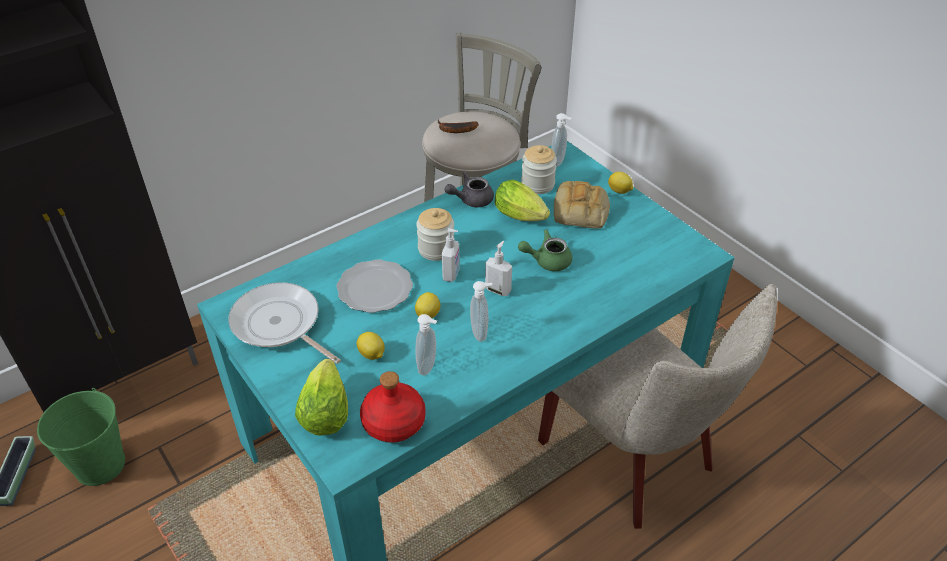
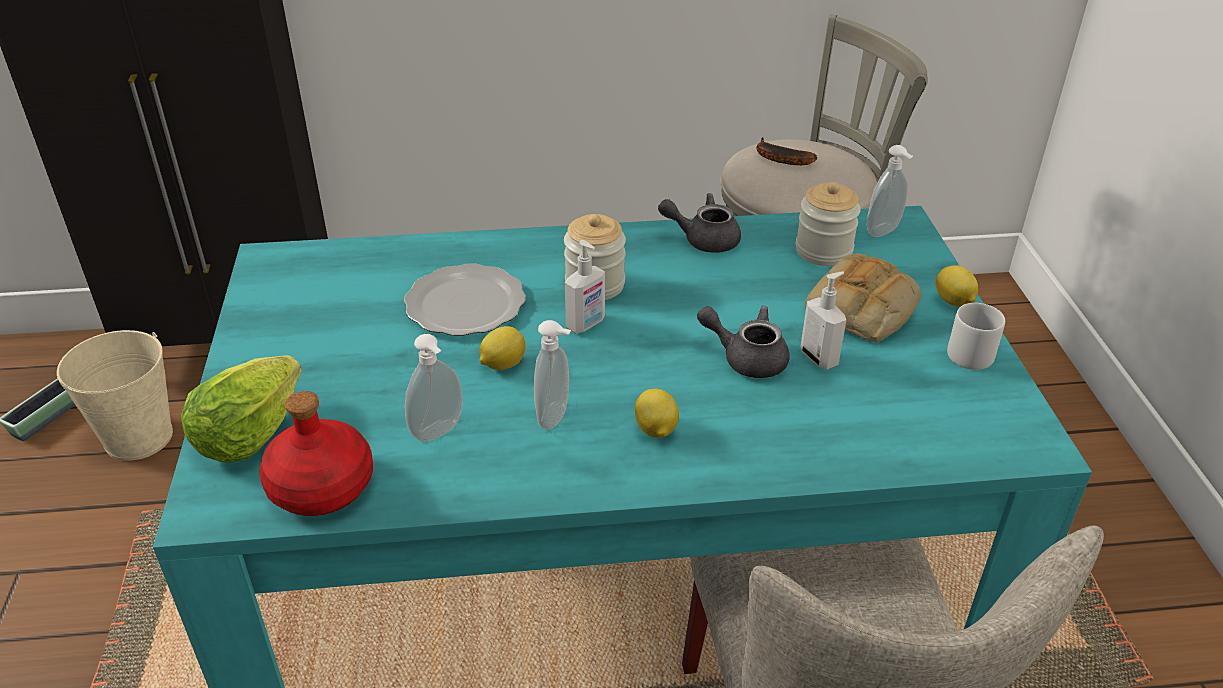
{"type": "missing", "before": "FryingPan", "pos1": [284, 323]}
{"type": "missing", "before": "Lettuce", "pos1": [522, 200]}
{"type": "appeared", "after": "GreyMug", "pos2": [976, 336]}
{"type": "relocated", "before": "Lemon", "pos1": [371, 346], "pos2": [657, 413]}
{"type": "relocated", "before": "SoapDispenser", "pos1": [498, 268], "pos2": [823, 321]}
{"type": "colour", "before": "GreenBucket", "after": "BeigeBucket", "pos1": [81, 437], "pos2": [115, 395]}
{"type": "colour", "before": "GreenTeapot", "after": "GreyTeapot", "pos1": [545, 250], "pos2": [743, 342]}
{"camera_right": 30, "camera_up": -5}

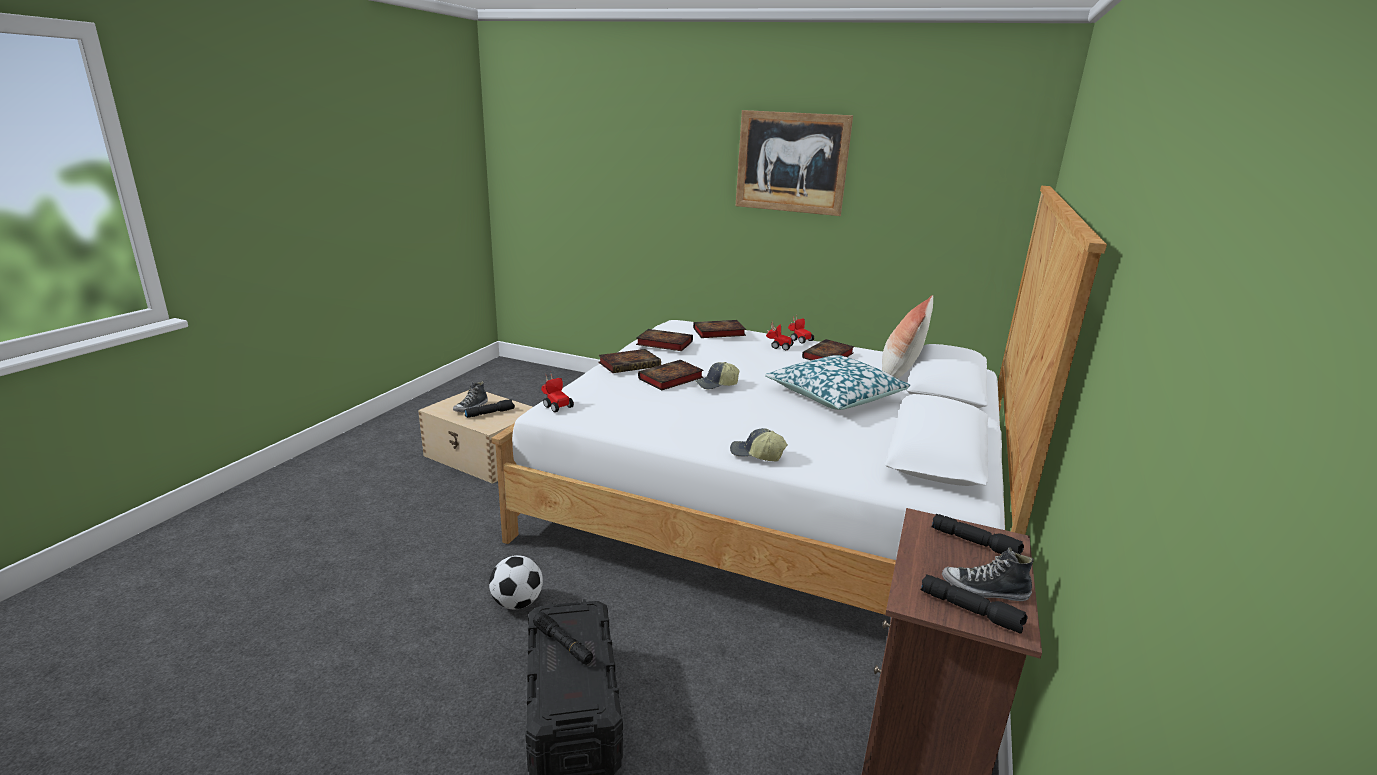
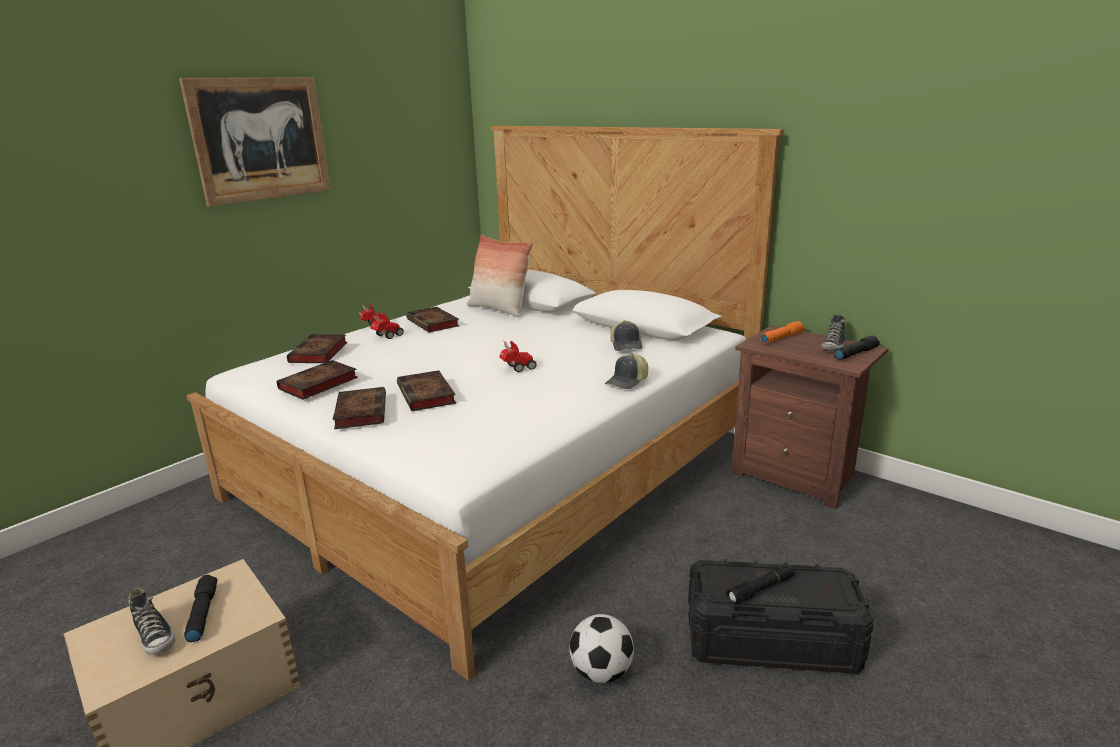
{"type": "missing", "before": "Pillow", "pos1": [837, 382]}
{"type": "relocated", "before": "ToyCar", "pos1": [557, 393], "pos2": [518, 356]}
{"type": "relocated", "before": "Cap", "pos1": [717, 376], "pos2": [626, 335]}
{"type": "colour", "before": "BlackFlashlight", "after": "OrangeFlashlight", "pos1": [977, 534], "pos2": [782, 332]}
{"camera_right": -70, "camera_up": 0}

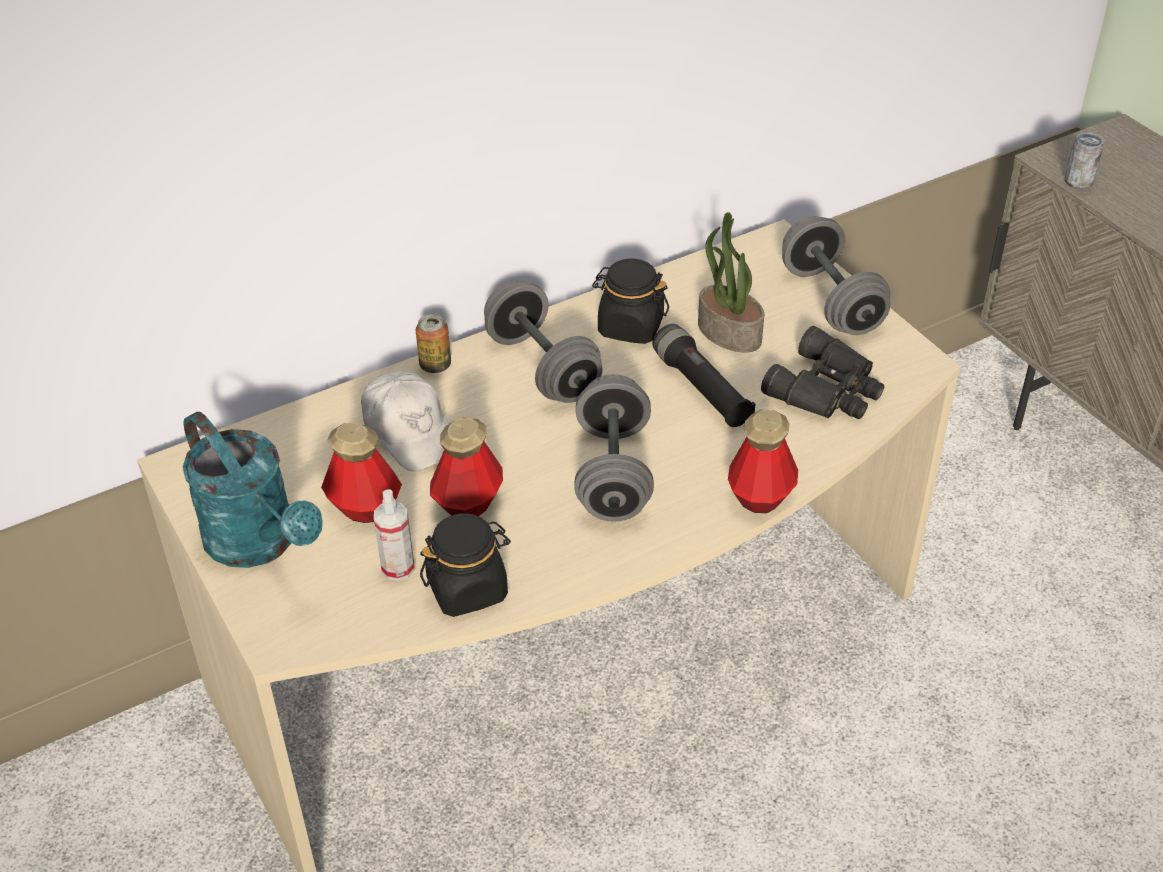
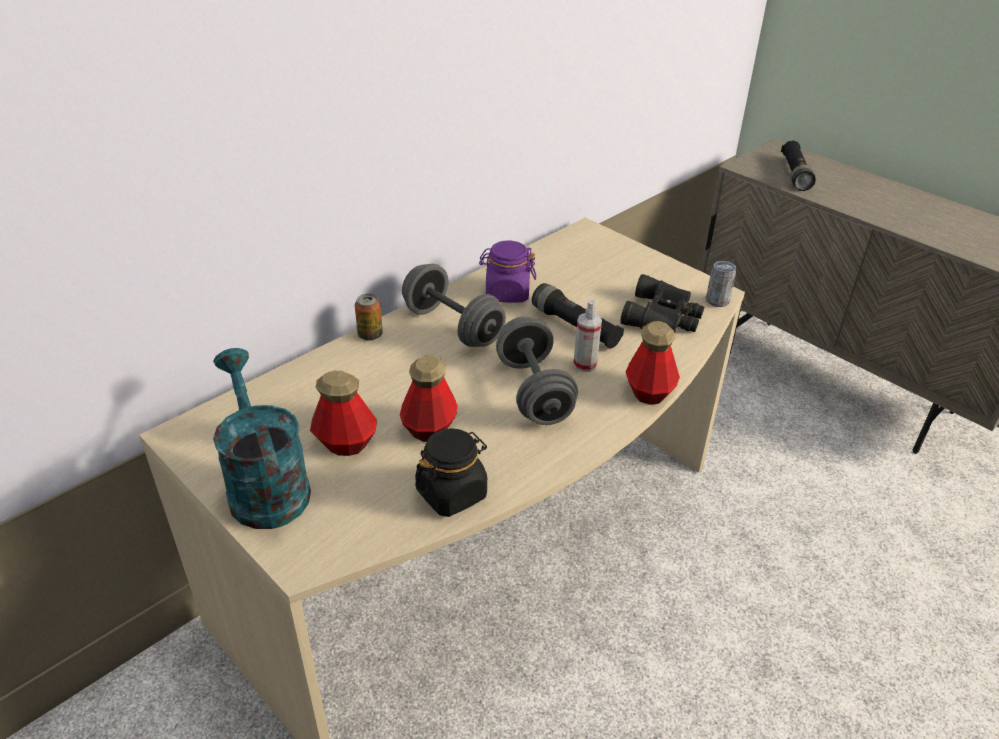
{"type": "missing", "before": "WhiteCap", "pos1": [405, 421]}
{"type": "missing", "before": "PottedPlant", "pos1": [731, 282]}
{"type": "missing", "before": "GreyDumbbell", "pos1": [836, 275]}
{"type": "appeared", "after": "BlackFlashlight", "pos2": [798, 166]}
{"type": "relocated", "before": "SprayBottle", "pos1": [394, 535], "pos2": [587, 336]}
{"type": "relocated", "before": "Can", "pos1": [1084, 161], "pos2": [721, 284]}
{"type": "colour", "before": "BlackJar", "after": "PurpleJar", "pos1": [630, 301], "pos2": [507, 271]}
{"type": "spun", "before": "TurquoiseWateringCan", "pos1": [253, 490], "pos2": [262, 438], "turn": -150}
{"camera_right": -15, "camera_up": -5}

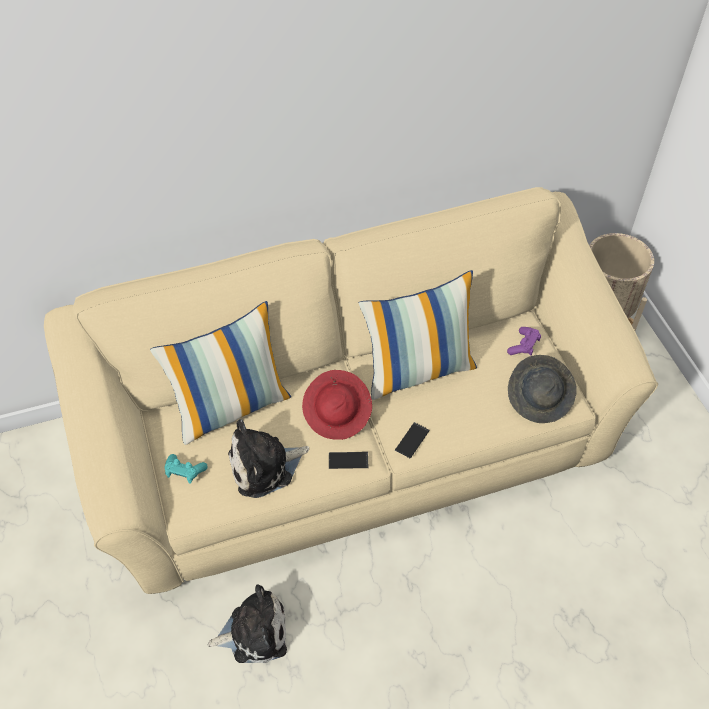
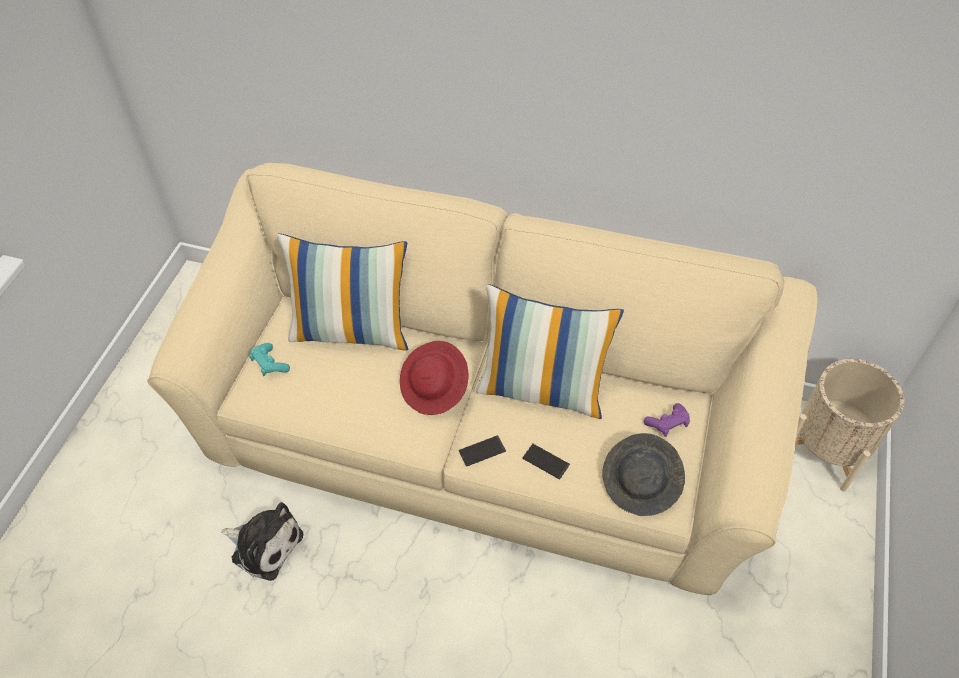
{"type": "missing", "before": "PlushToy", "pos1": [268, 458]}
{"type": "relocated", "before": "Phone", "pos1": [349, 460], "pos2": [546, 462]}
{"camera_right": 35, "camera_up": 0}

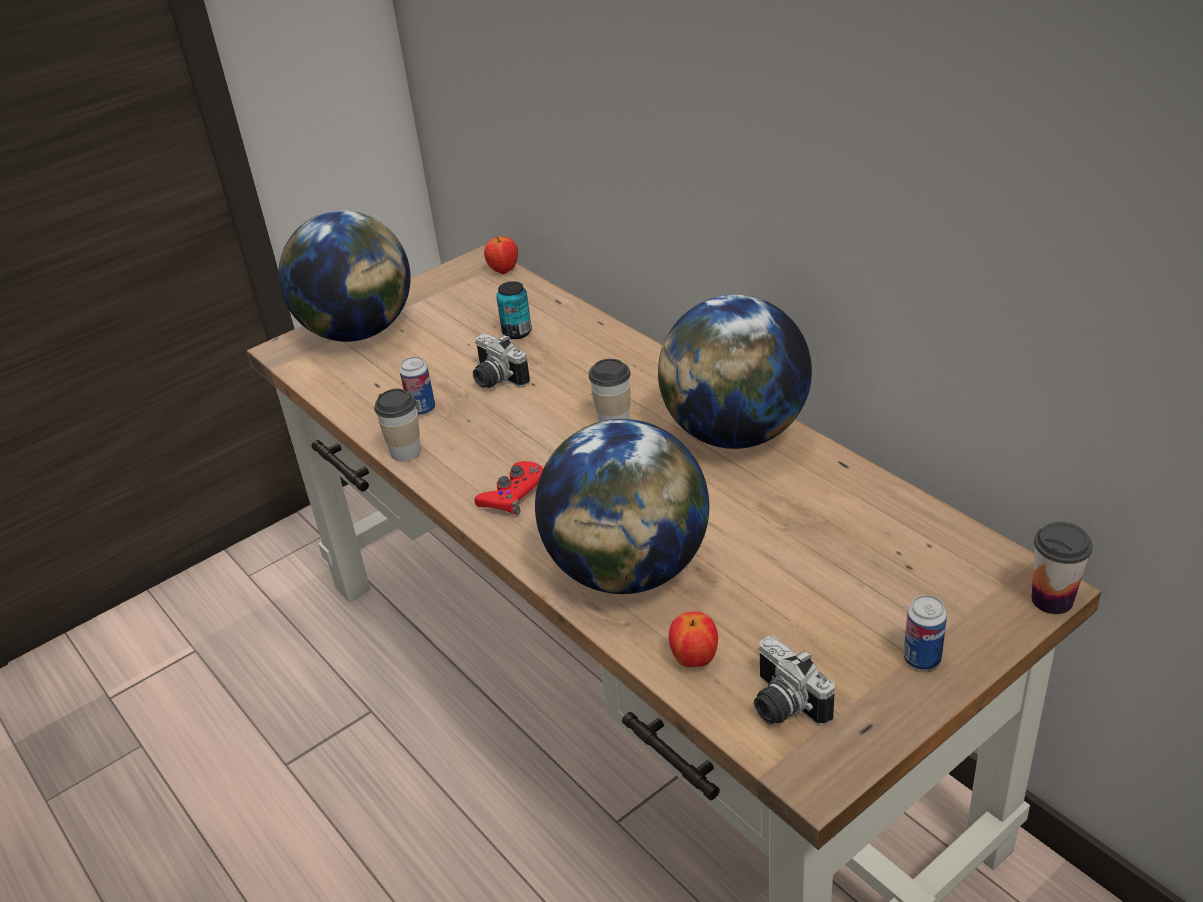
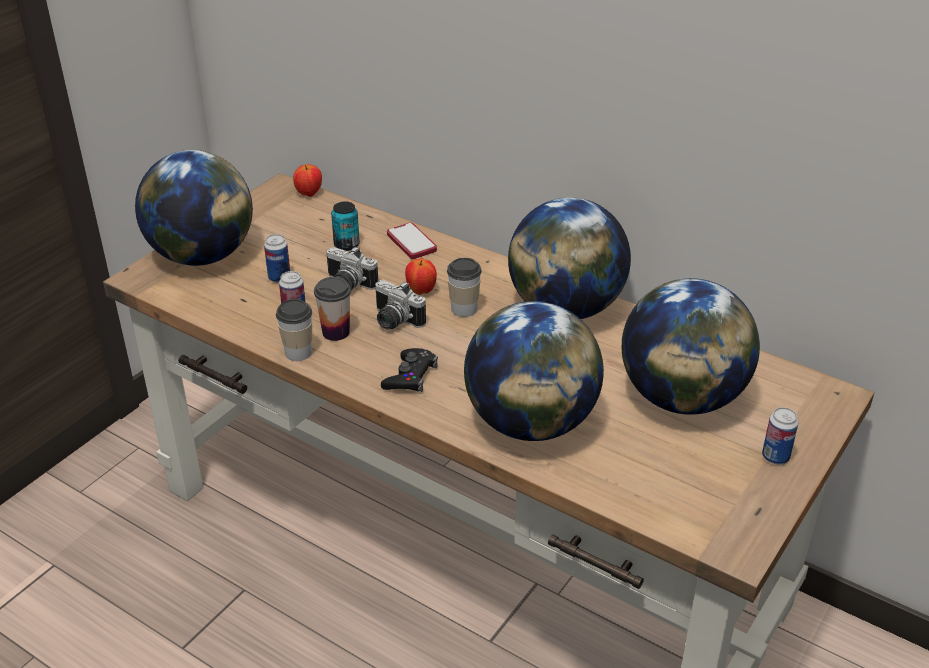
{"type": "appeared", "after": "Can", "pos2": [277, 258]}
{"type": "appeared", "after": "Phone", "pos2": [412, 241]}
{"type": "appeared", "after": "Globe", "pos2": [691, 346]}
{"type": "relocated", "before": "Apple", "pos1": [693, 639], "pos2": [421, 276]}
{"type": "relocated", "before": "PhotoCamera", "pos1": [794, 680], "pos2": [400, 305]}
{"type": "relocated", "before": "Cup", "pos1": [1062, 568], "pos2": [332, 309]}
{"type": "colour", "before": "RedGameController", "after": "BlackGameController", "pos1": [508, 488], "pos2": [409, 370]}
{"camera_right": -20, "camera_up": 0}

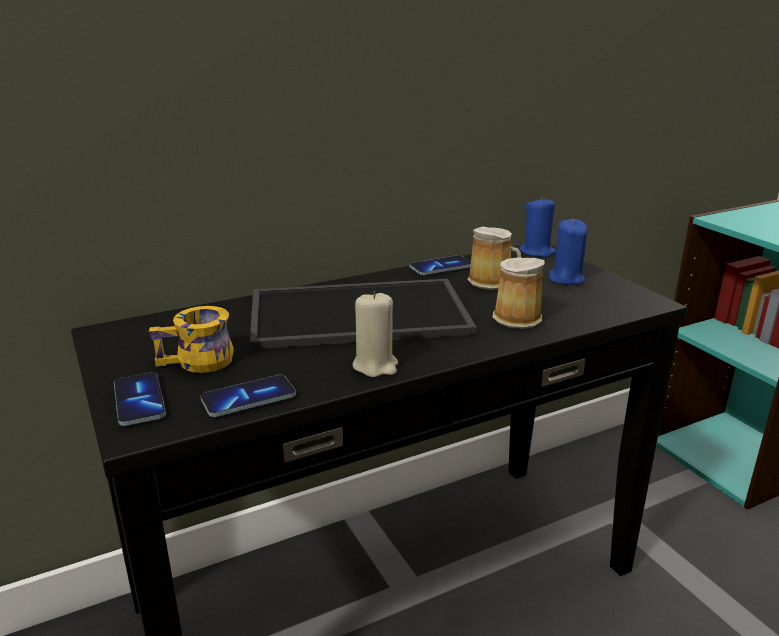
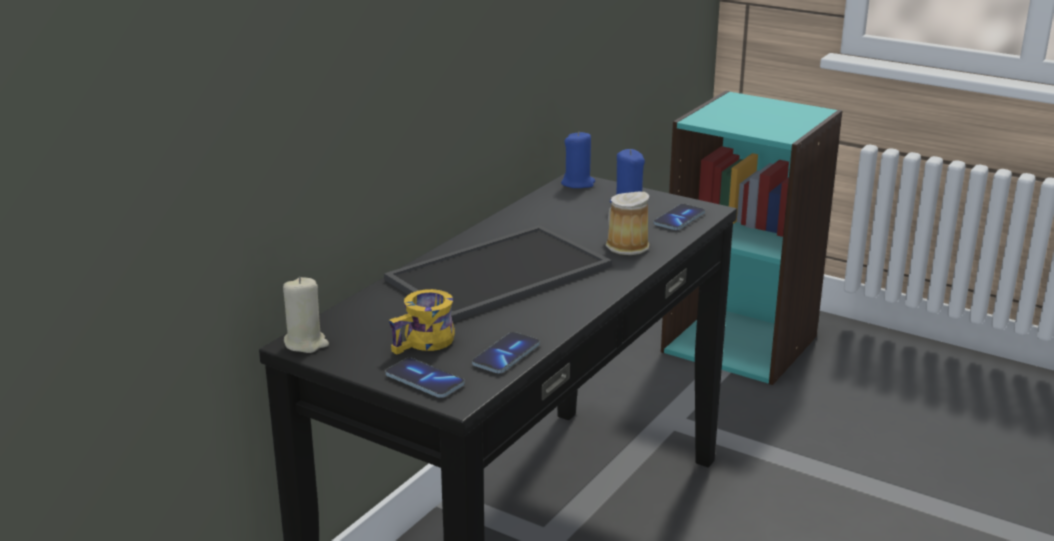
{"type": "missing", "before": "Mug", "pos1": [494, 258]}
{"type": "relocated", "before": "BeigeCandle", "pos1": [375, 334], "pos2": [306, 315]}
{"type": "relocated", "before": "Phone", "pos1": [440, 265], "pos2": [679, 217]}
{"camera_right": -30, "camera_up": 0}

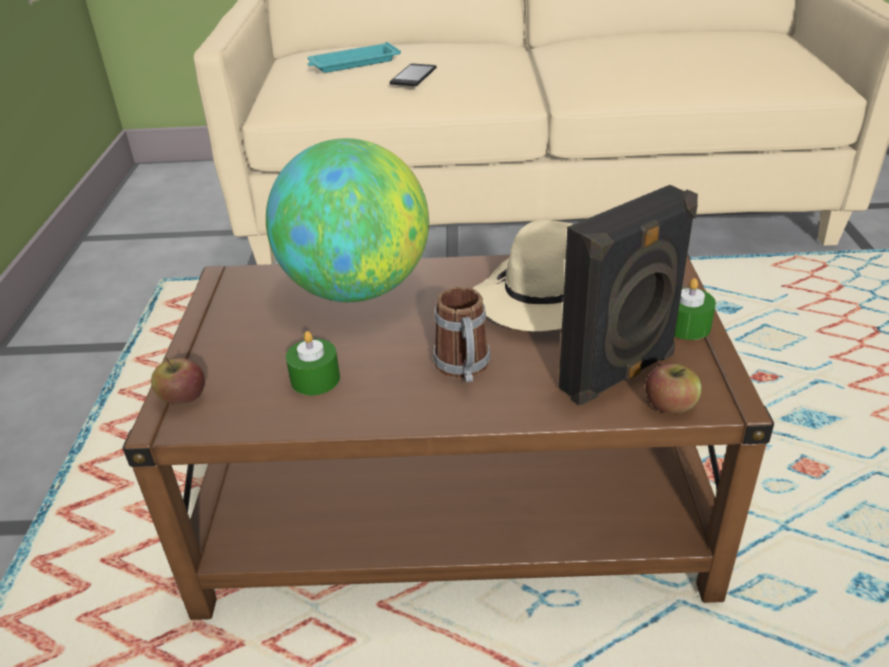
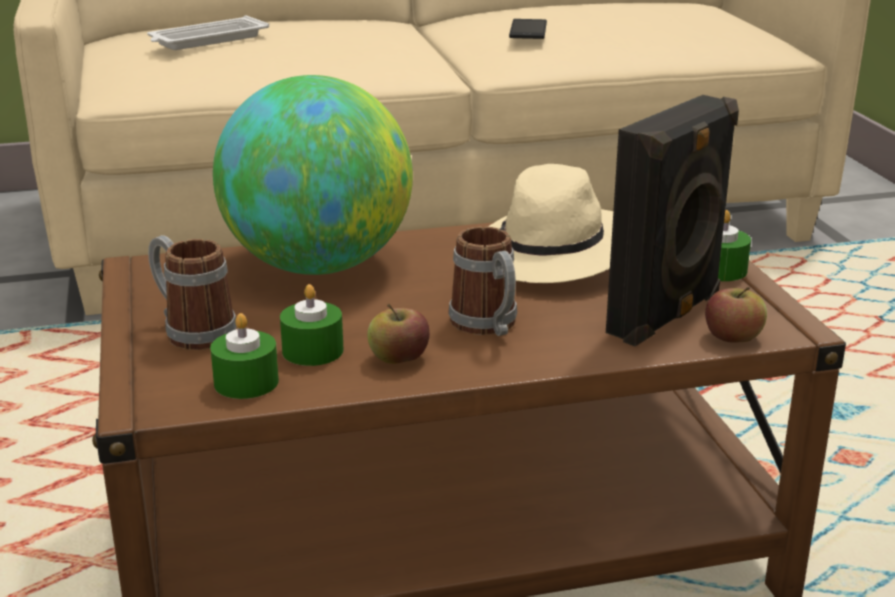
{"type": "appeared", "after": "Mug", "pos2": [192, 292]}
{"type": "appeared", "after": "GreenCandle", "pos2": [244, 356]}
{"type": "relocated", "before": "Apple", "pos1": [178, 380], "pos2": [398, 334]}
{"type": "relocated", "before": "Phone", "pos1": [413, 75], "pos2": [528, 29]}
{"type": "colour", "before": "TurquoiseTray", "after": "WhiteTray", "pos1": [354, 57], "pos2": [208, 32]}
{"camera_right": -15, "camera_up": -10}

